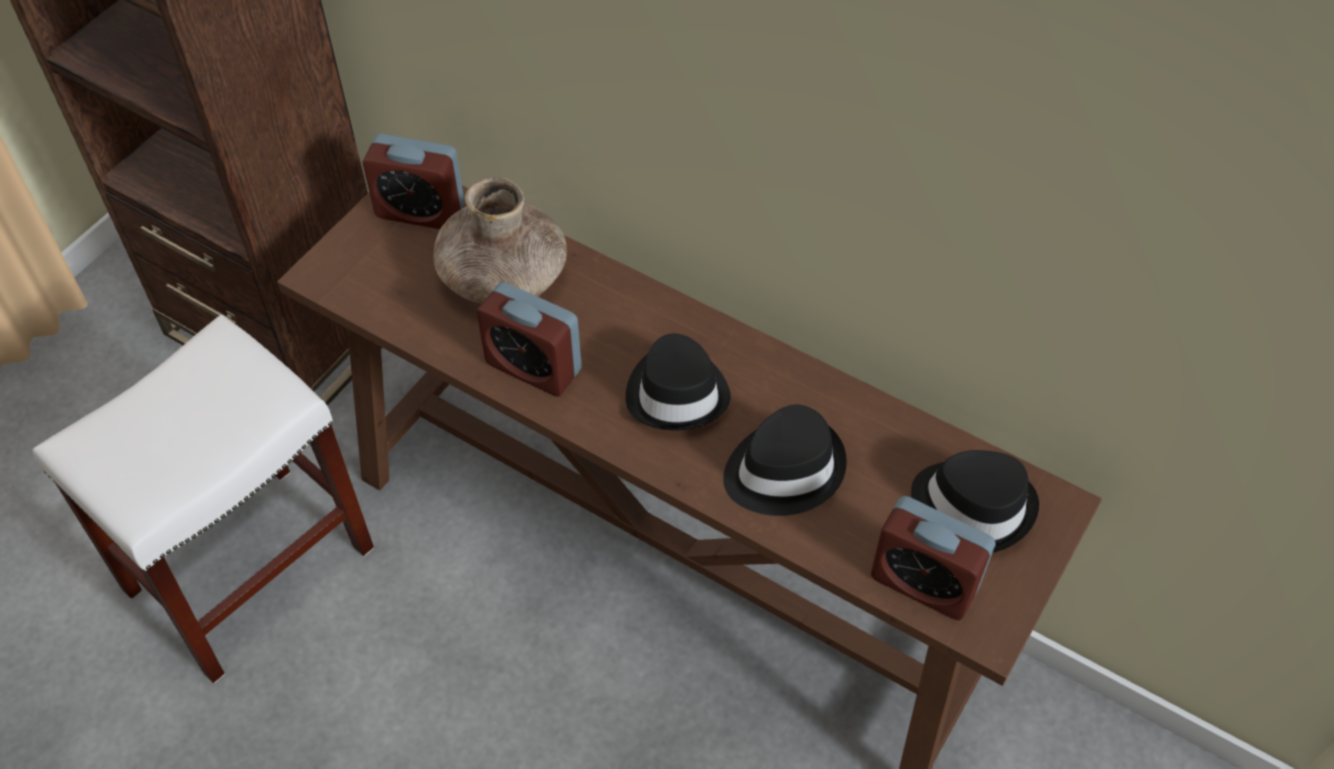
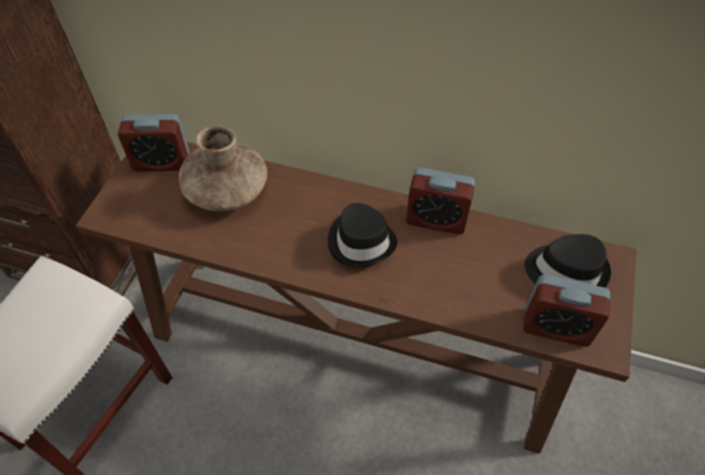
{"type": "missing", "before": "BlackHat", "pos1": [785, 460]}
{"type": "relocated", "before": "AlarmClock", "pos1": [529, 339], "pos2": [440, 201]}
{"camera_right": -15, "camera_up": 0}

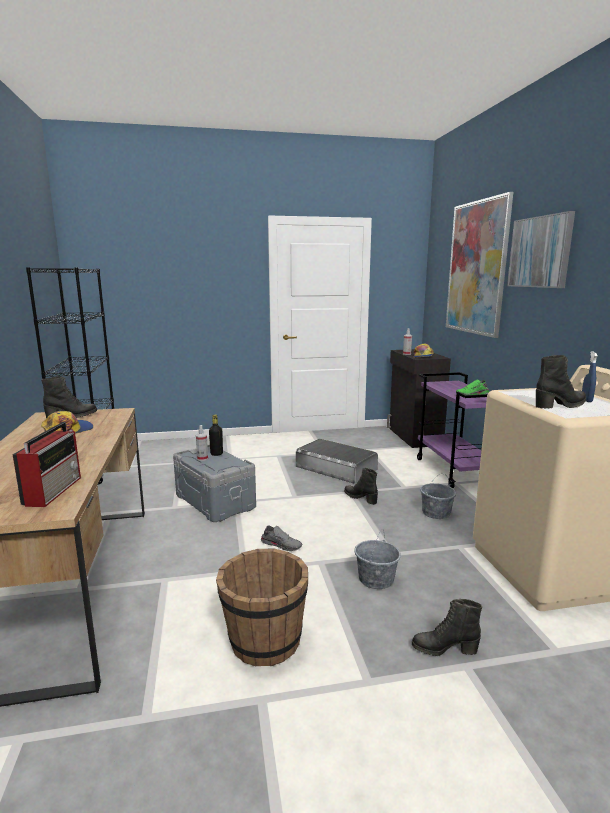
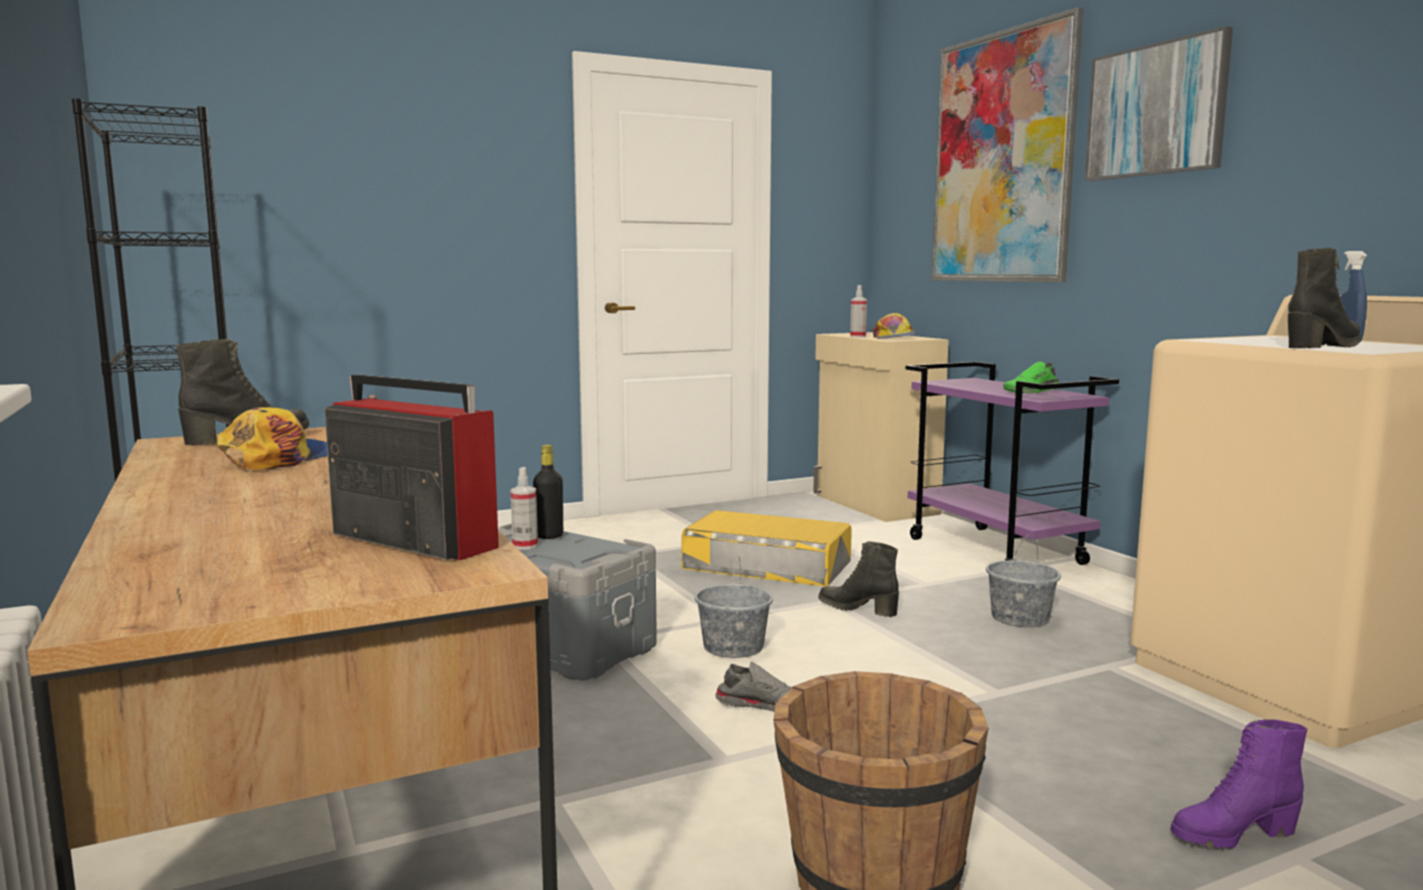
{"type": "relocated", "before": "GreyBucket", "pos1": [378, 559], "pos2": [734, 607]}
{"type": "colour", "before": "GreyStorageBox", "after": "YellowStorageBox", "pos1": [337, 461], "pos2": [766, 548]}
{"type": "colour", "before": "BlackCabinet", "after": "BeigeCabinet", "pos1": [419, 398], "pos2": [881, 427]}
{"type": "colour", "before": "BlackBoot", "after": "PurpleBoot", "pos1": [447, 627], "pos2": [1239, 784]}
{"type": "spun", "before": "Radio", "pos1": [46, 464], "pos2": [412, 467], "turn": -45}
{"camera_right": -15, "camera_up": -5}

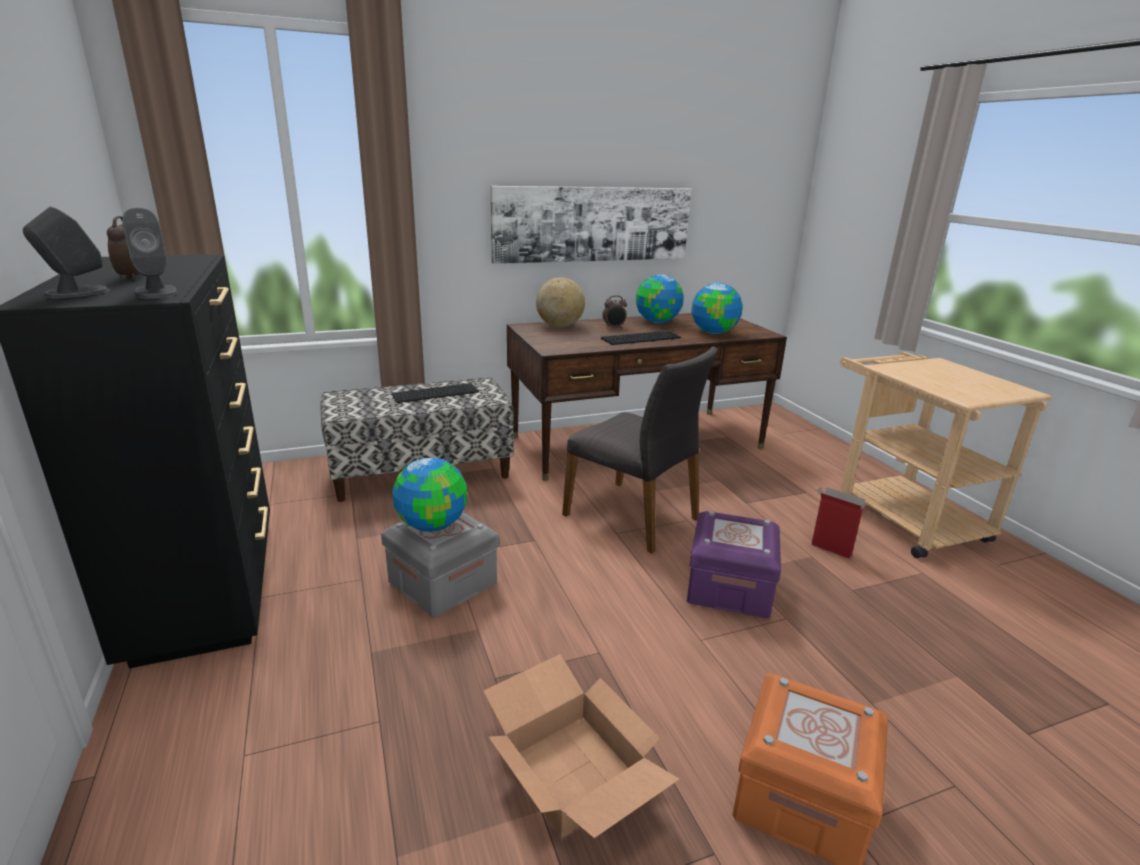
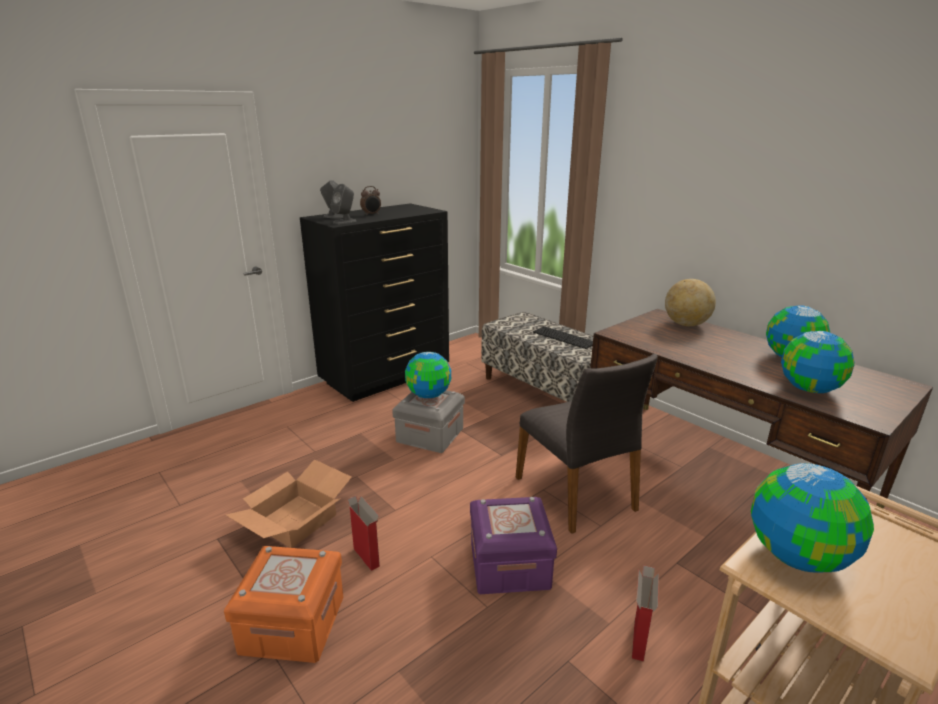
{"type": "missing", "before": "Picture", "pos1": [590, 225]}
{"type": "missing", "before": "Keyboard", "pos1": [641, 338]}
{"type": "missing", "before": "AlarmClock", "pos1": [615, 311]}
{"type": "appeared", "after": "CardboardBox", "pos2": [363, 533]}
{"type": "appeared", "after": "Globe", "pos2": [812, 518]}
{"type": "spun", "before": "GreyChair", "pos1": [639, 450], "pos2": [587, 444], "turn": -45}
{"camera_right": 70, "camera_up": 0}

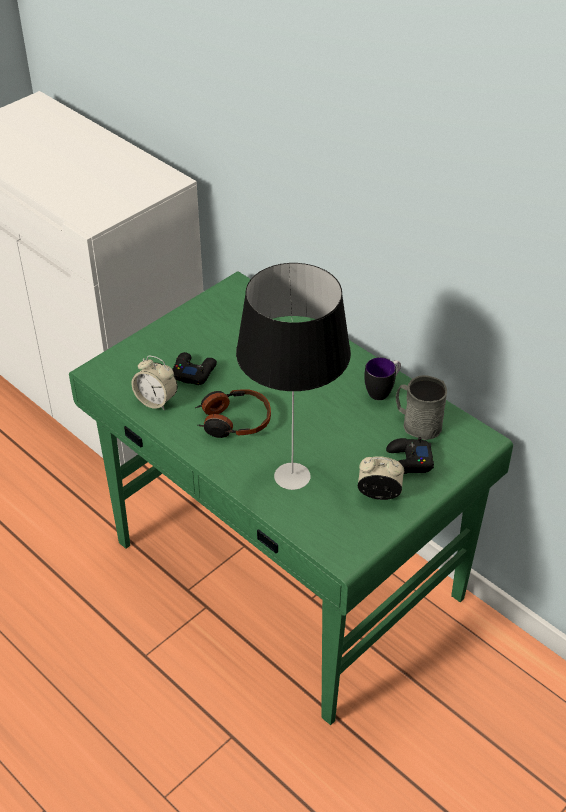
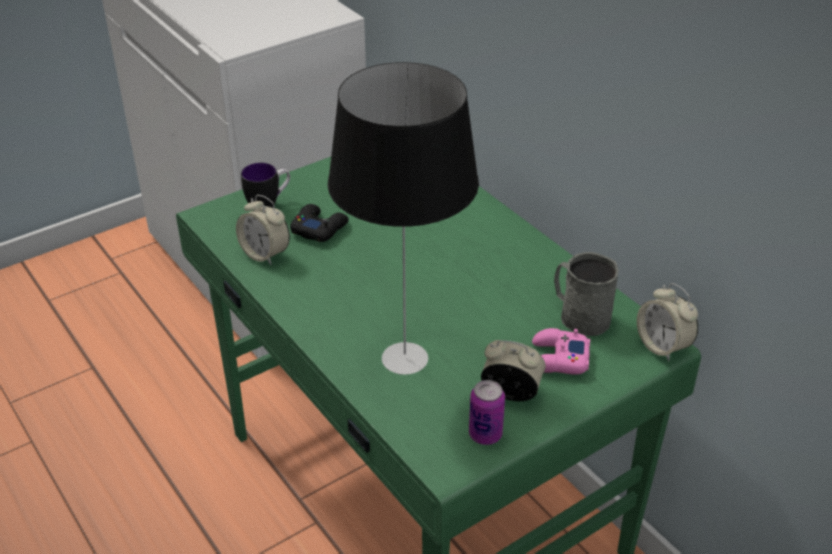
{"type": "missing", "before": "Headphones", "pos1": [233, 413]}
{"type": "appeared", "after": "Can", "pos2": [487, 412]}
{"type": "appeared", "after": "AlarmClock", "pos2": [667, 322]}
{"type": "relocated", "before": "Mug", "pos1": [382, 378], "pos2": [265, 187]}
{"type": "colour", "before": "BlackGameController", "after": "PinkGameController", "pos1": [410, 455], "pos2": [561, 351]}
{"camera_right": 10, "camera_up": -5}

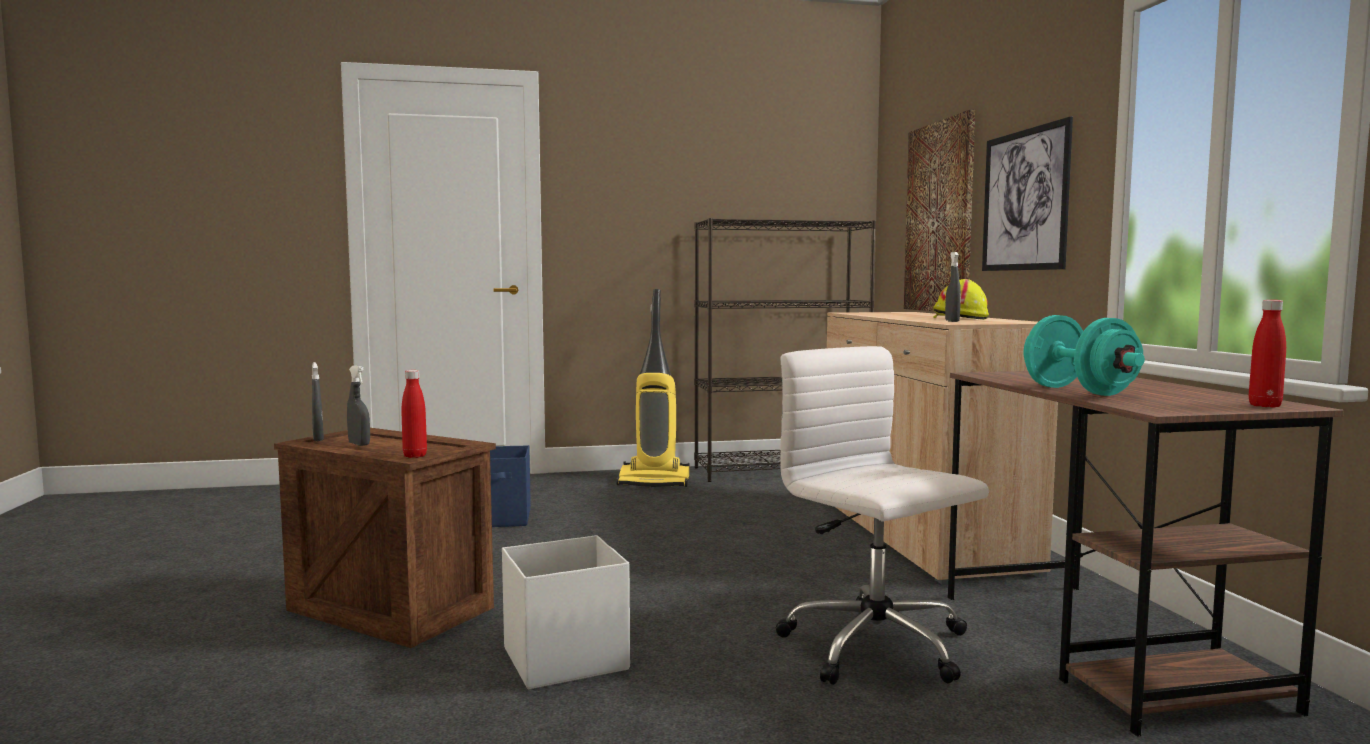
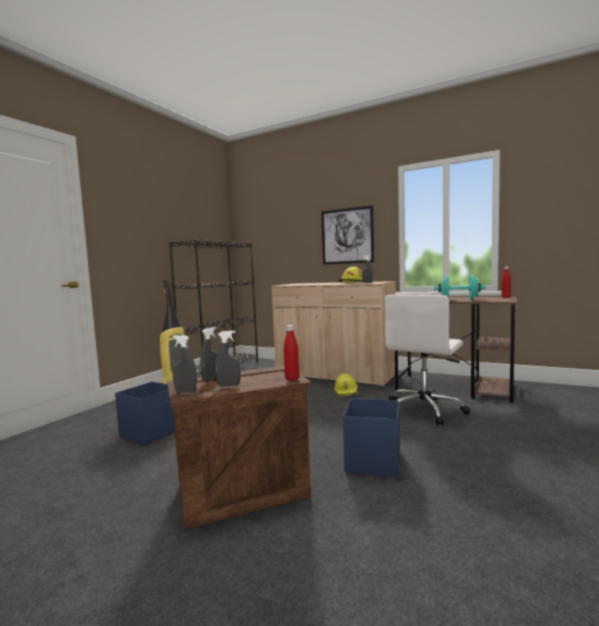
{"type": "missing", "before": "Picture", "pos1": [939, 210]}
{"type": "appeared", "after": "GreySprayBottle", "pos2": [208, 354]}
{"type": "appeared", "after": "YellowHardHat", "pos2": [346, 384]}
{"type": "colour", "before": "WhiteStorageBox", "after": "BlueStorageBox", "pos1": [566, 612], "pos2": [371, 437]}
{"type": "spun", "before": "WhiteOfficeChair", "pos1": [882, 515], "pos2": [427, 359], "turn": -60}
{"camera_right": -50, "camera_up": 0}

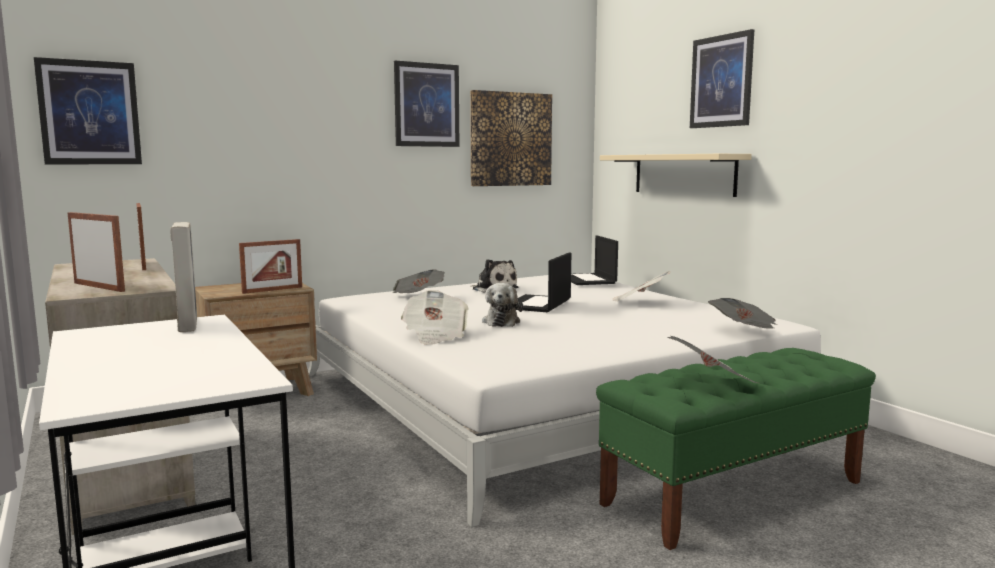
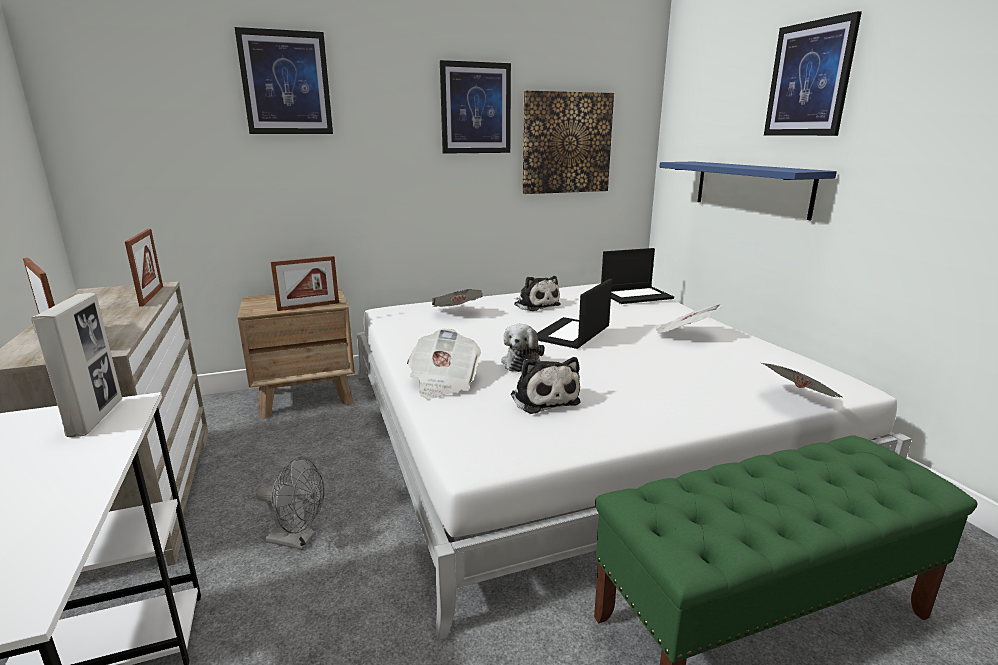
{"type": "missing", "before": "Newspaper", "pos1": [713, 359]}
{"type": "appeared", "after": "GreyFan", "pos2": [290, 503]}
{"type": "appeared", "after": "PlushToy", "pos2": [546, 385]}
{"type": "relocated", "before": "Picture", "pos1": [88, 110], "pos2": [284, 80]}
{"type": "colour", "before": "BeigeShelf", "after": "BlueShelf", "pos1": [676, 175], "pos2": [748, 191]}
{"type": "spun", "before": "Laptop", "pos1": [594, 260], "pos2": [637, 276], "turn": -105}
{"camera_right": 10, "camera_up": 10}

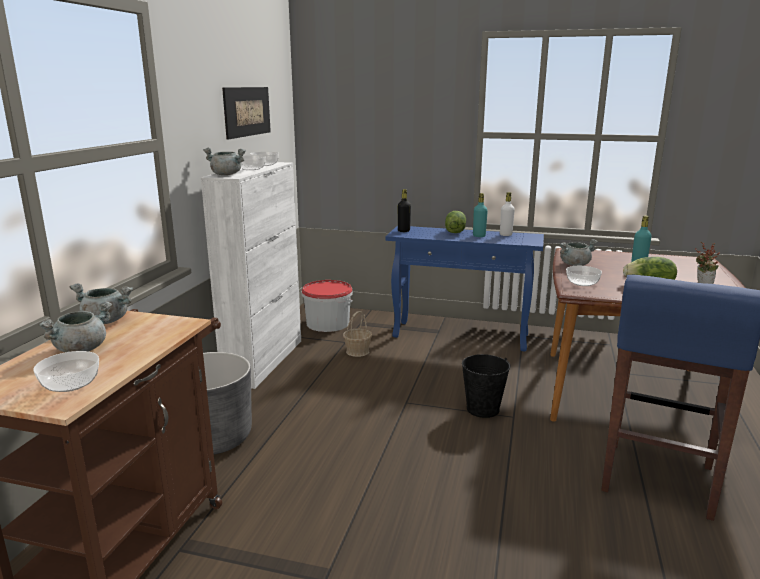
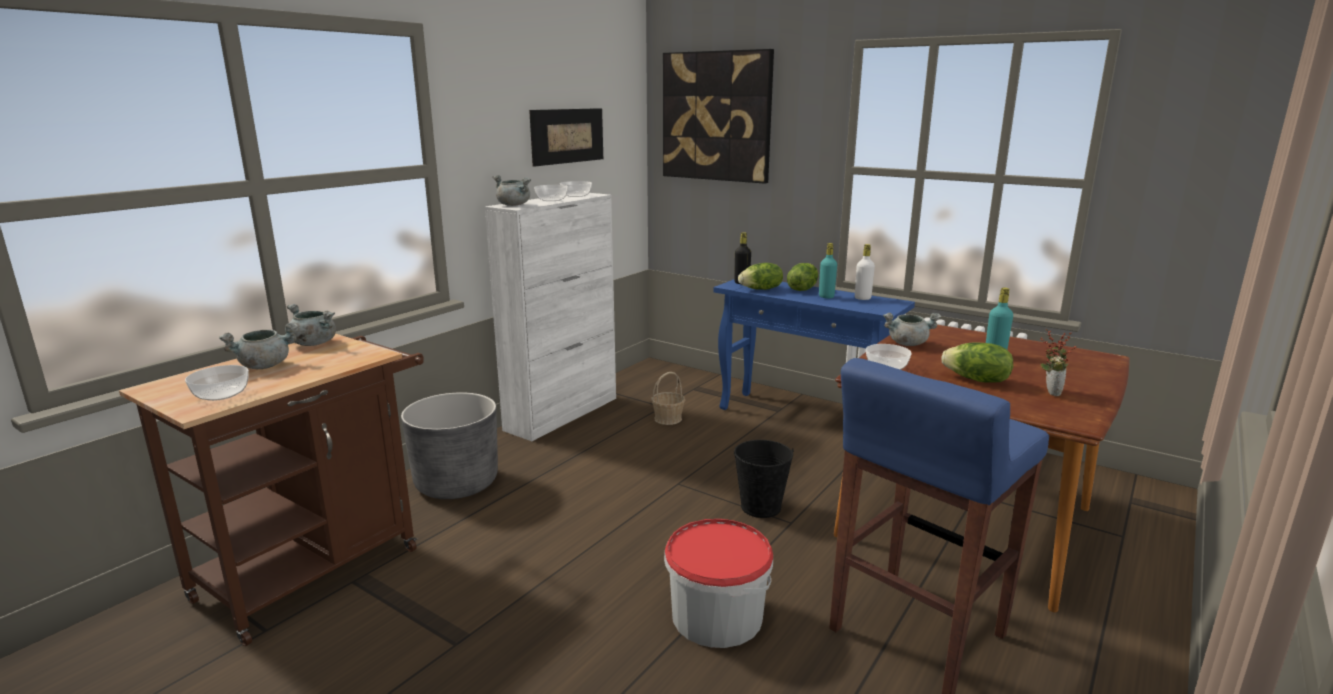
{"type": "appeared", "after": "Picture", "pos2": [718, 116]}
{"type": "appeared", "after": "Lettuce", "pos2": [760, 276]}
{"type": "relocated", "before": "Bucket", "pos1": [327, 306], "pos2": [718, 583]}
{"camera_right": 20, "camera_up": 0}

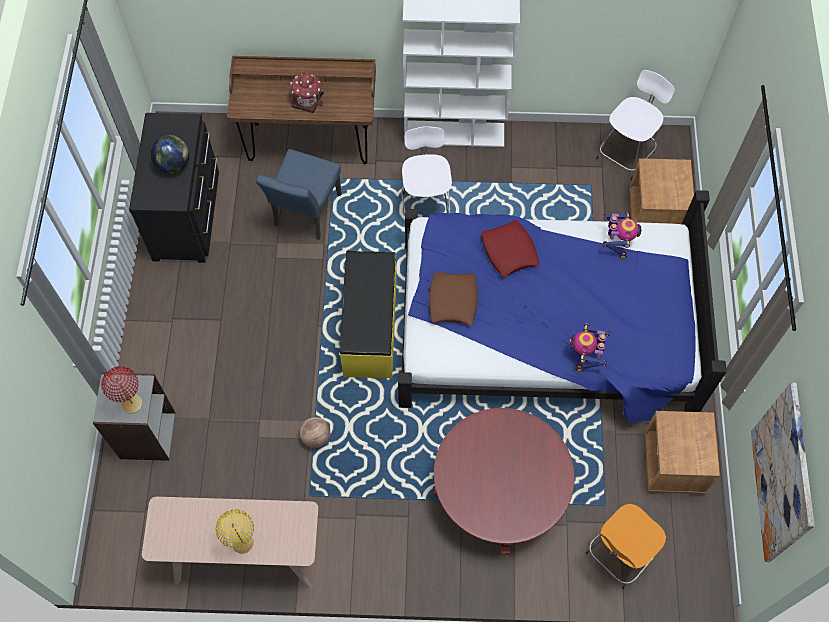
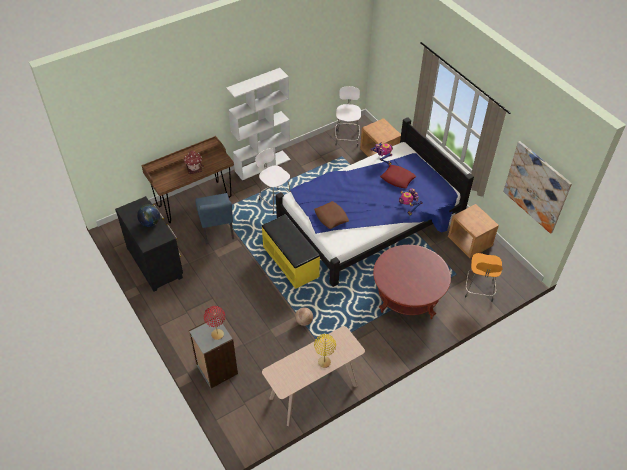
{"type": "relocated", "before": "RedPillow", "pos1": [510, 248], "pos2": [398, 176]}
{"camera_right": -35, "camera_up": -15}

